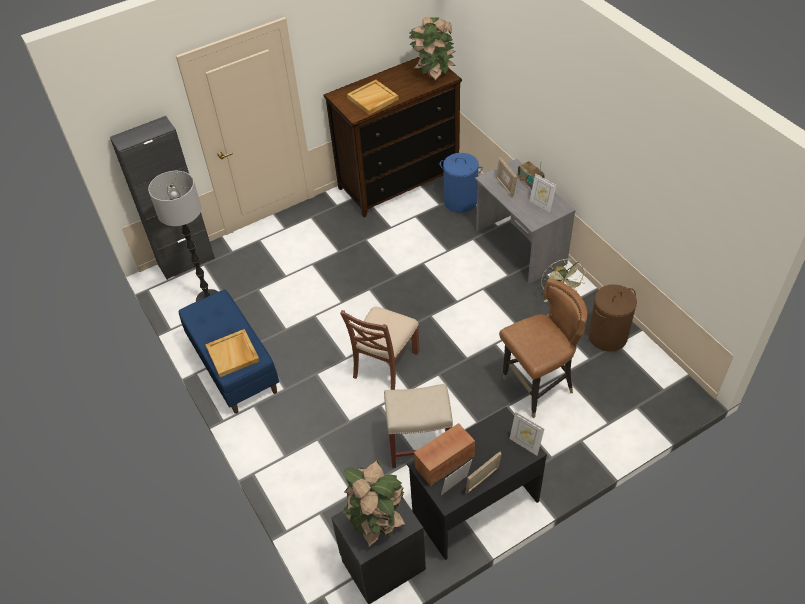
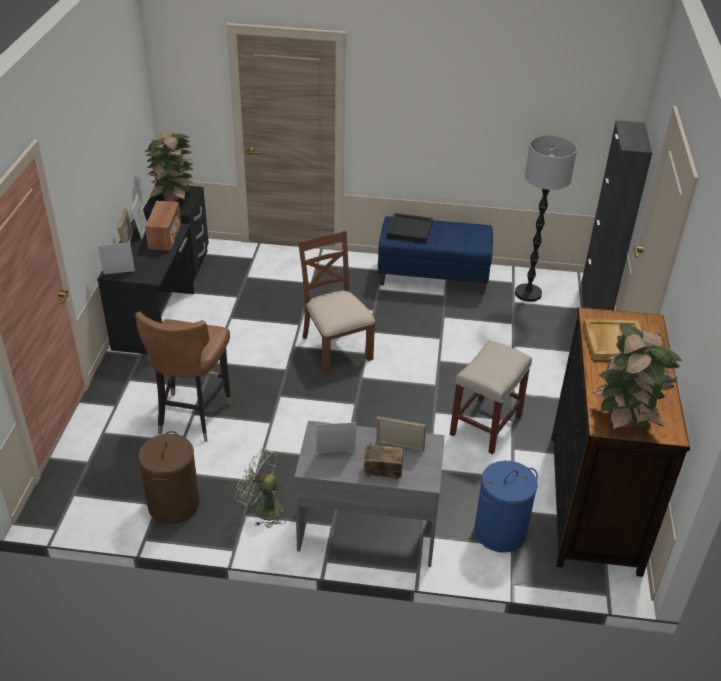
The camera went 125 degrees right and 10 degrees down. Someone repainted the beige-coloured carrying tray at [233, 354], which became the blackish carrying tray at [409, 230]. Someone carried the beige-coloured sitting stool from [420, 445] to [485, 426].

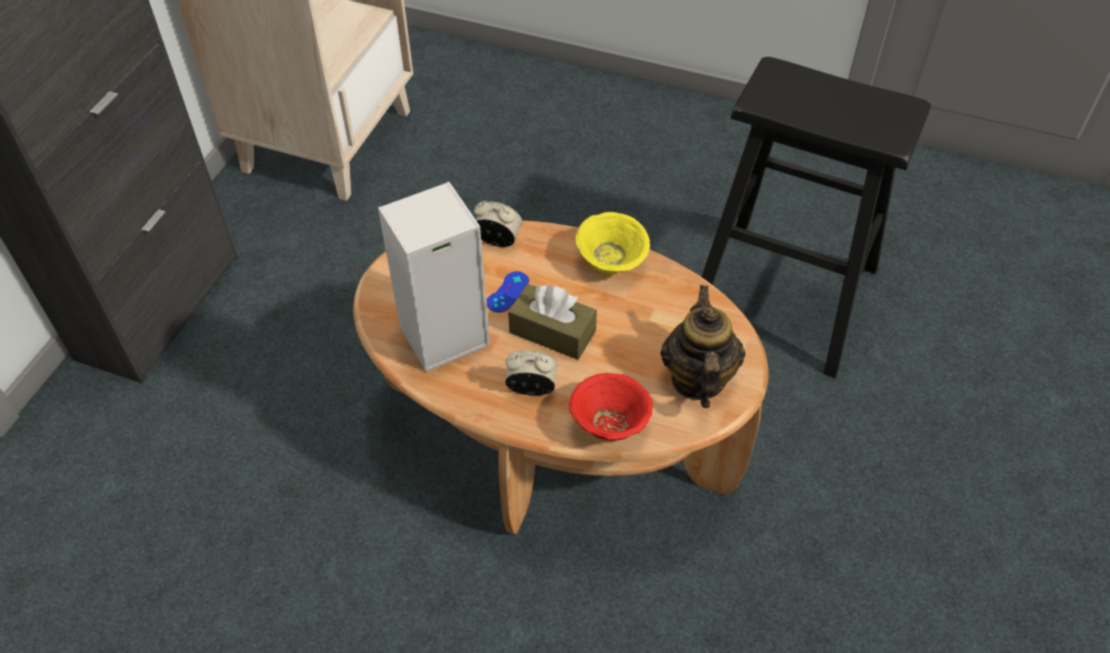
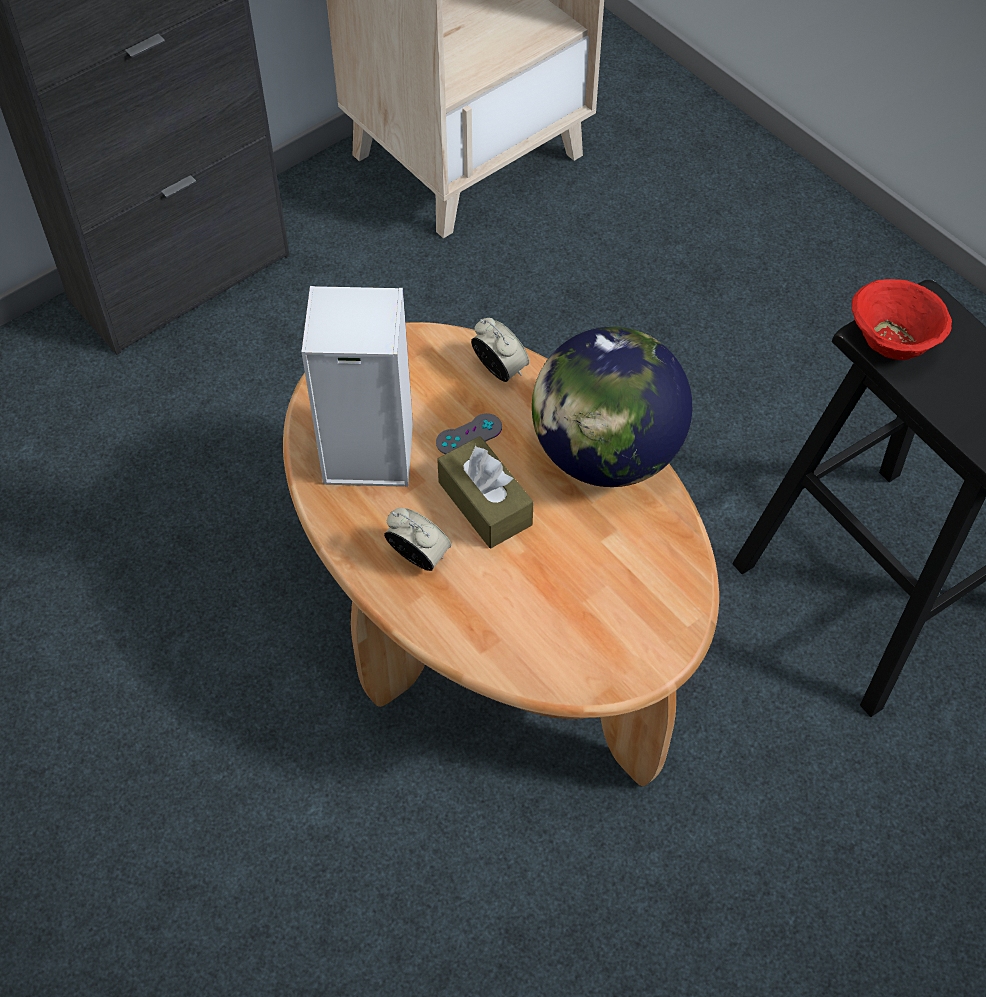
The camera went 30 degrees right and 5 degrees up. Someone swapped the yellow serving bowl at [611, 263] for the desk globe at [607, 453]. Someone repainted the bluish gamepad at [508, 292], which became the gray gamepad at [469, 435]. Someone took away the teapot at [697, 379]. Someone carried the reddish serving bowl from [608, 426] to [890, 344].

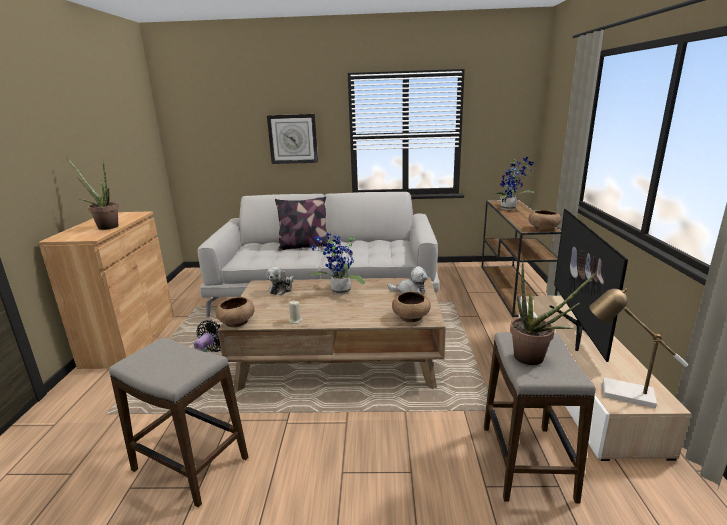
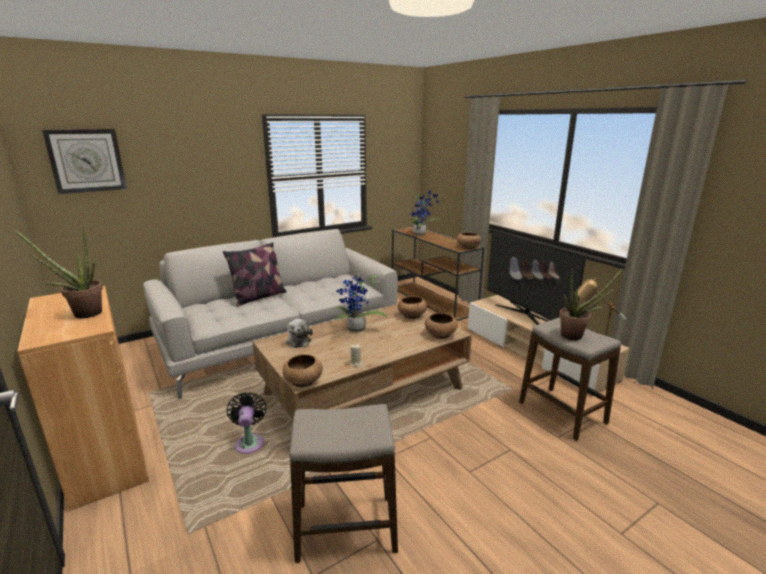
The camera went 35 degrees left and 0 degrees up. Someone carried the wall clock from [293, 139] to [86, 160]. Someone swapped the soft toy at [410, 291] for the brown-coloured serving bowl at [411, 315].

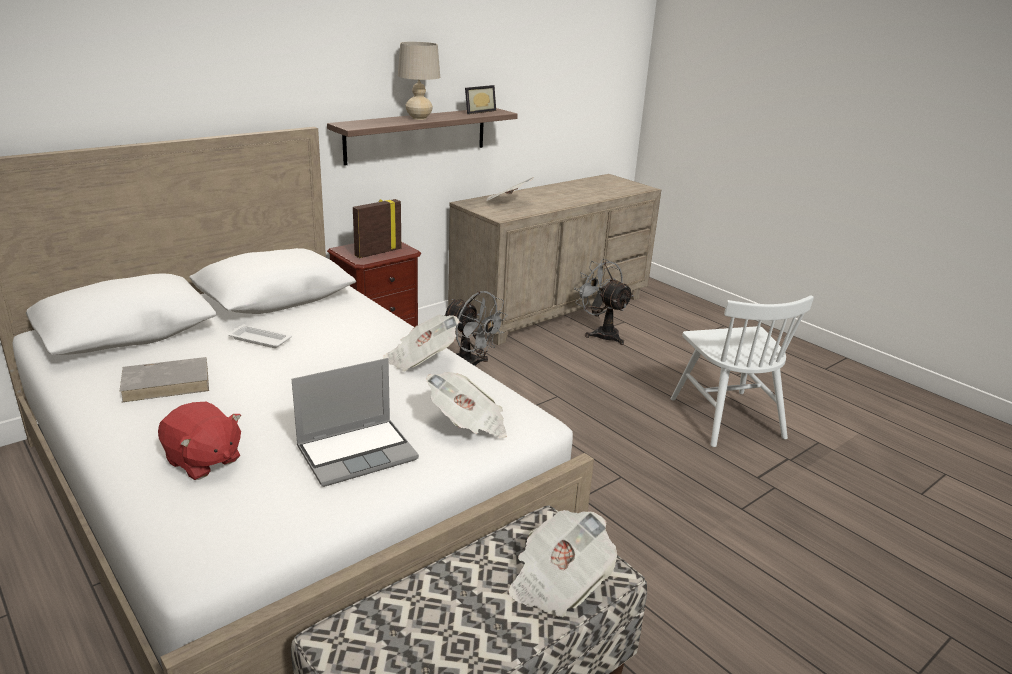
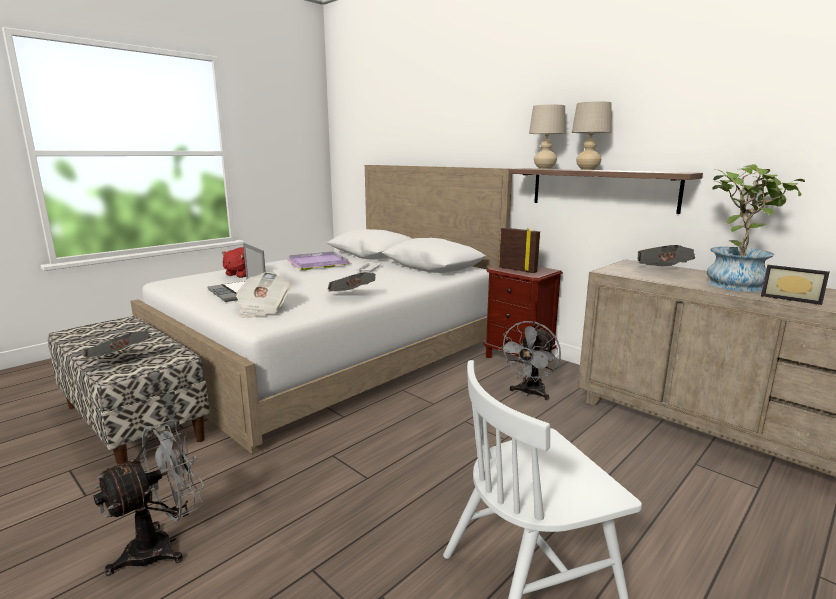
The camera went 85 degrees right and 10 degrees down. Someone carried the picture frame from [477, 111] to [791, 298]. Someone carried the gray fan from [601, 333] to [162, 546]. Someone swapped the gray book at [167, 383] for the purplish carrying tray at [317, 263]. Someone put down the beige-coloured tabletop lamp at [544, 168]. Someone put down the plant in a pot at [736, 283].

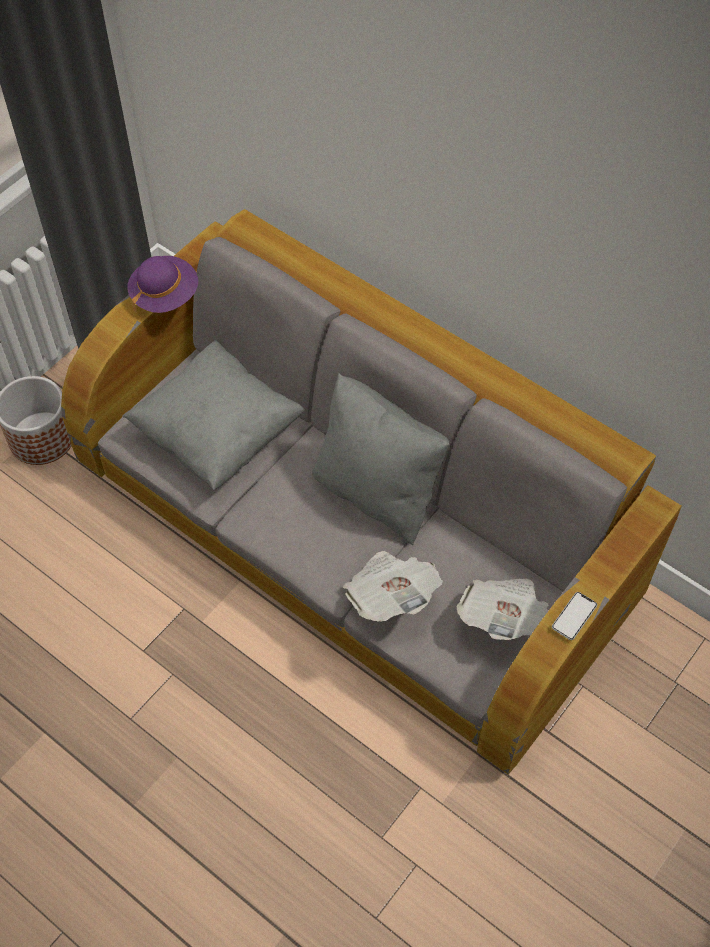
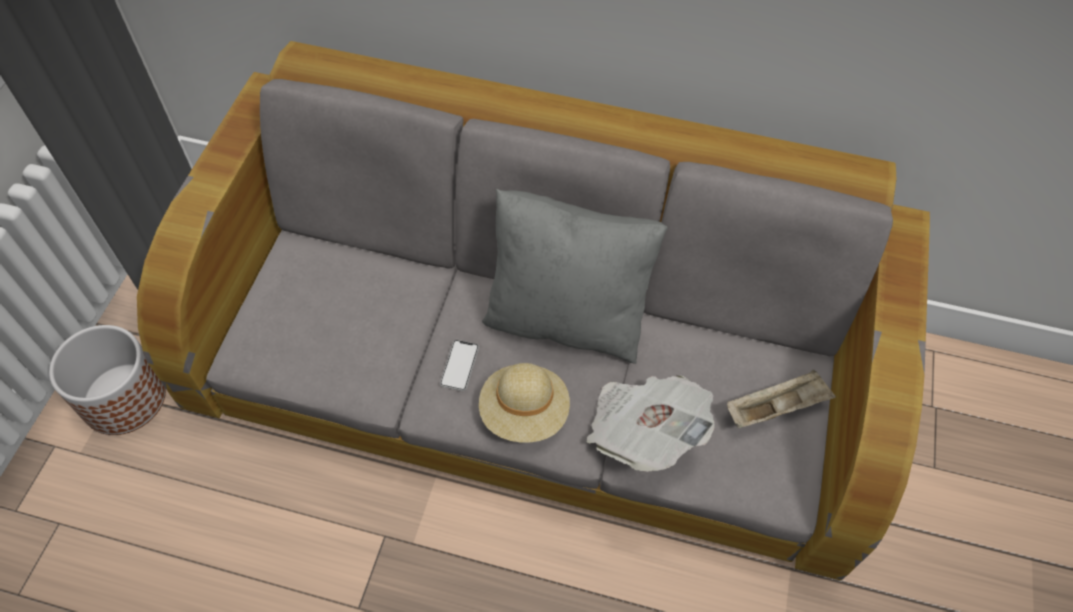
The camera went 25 degrees left and 0 degrees up. Someone took away the purplish hat at [165, 295]. Someone took away the gray cushion at [218, 434]. Someone swapped the printed paper at [504, 618] for the beige-coloured carrying tray at [776, 407]. Someone carried the handset from [574, 616] to [459, 366]. Someone put down the beige-coloured hat at [524, 413].

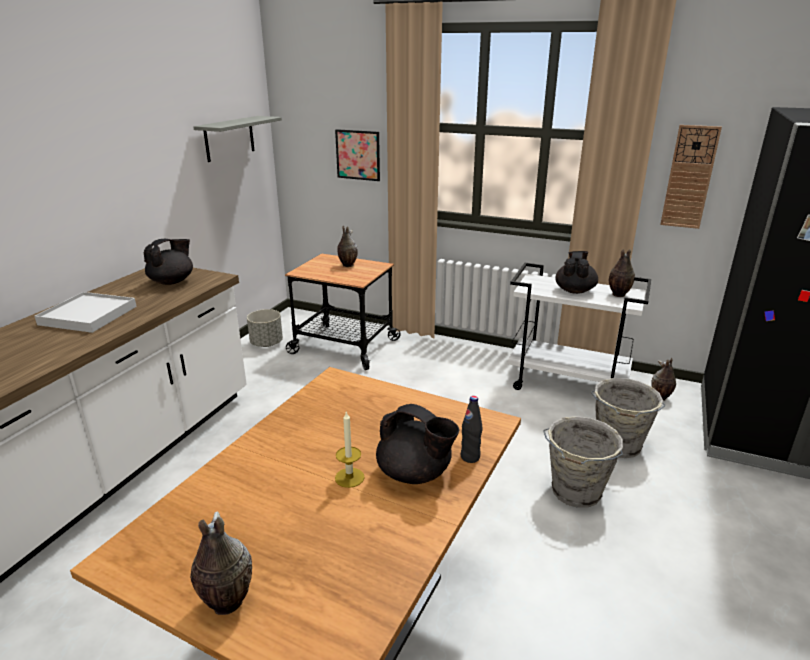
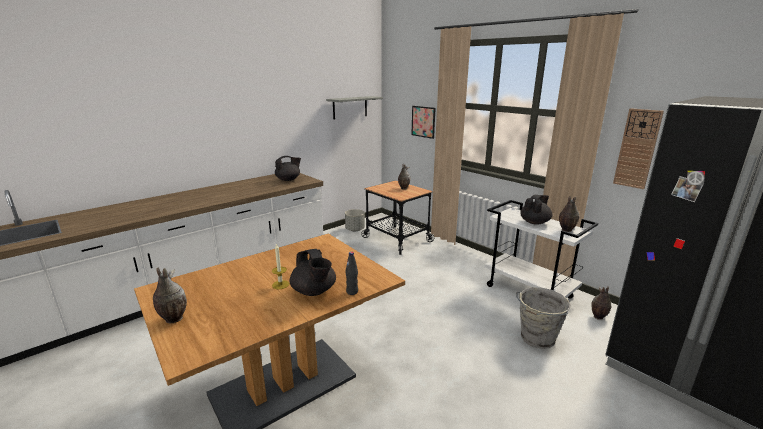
The camera went 25 degrees right and 5 degrees down. Someone took away the white carrying tray at [88, 315]. Someone took away the gray water bucket at [575, 492].

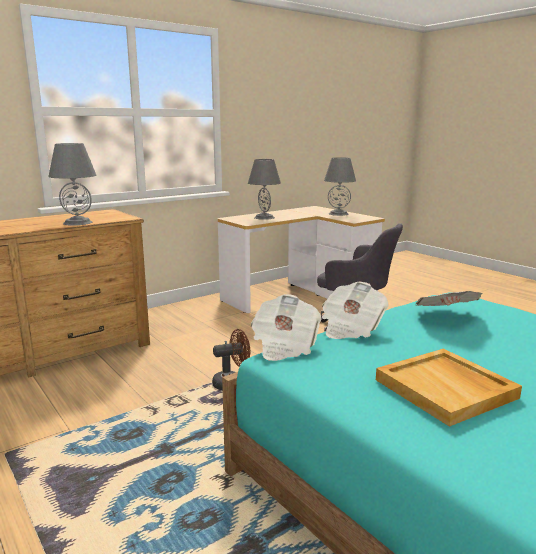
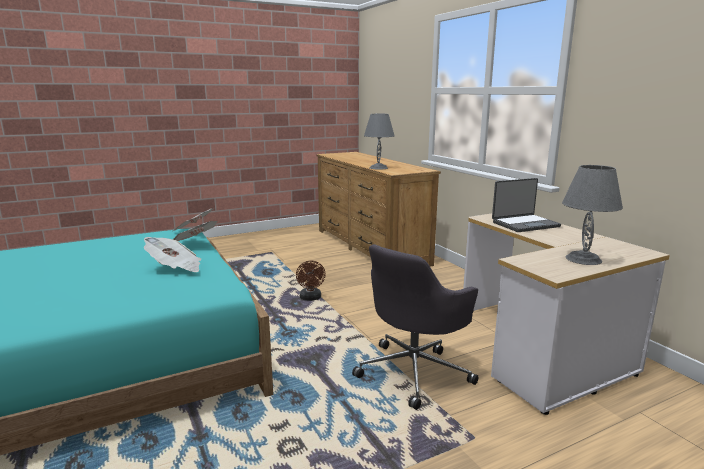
The camera went 100 degrees right and 0 degrees up. Someone swapped the gray tabletop lamp at [264, 217] for the portable computer at [524, 224]. Someone took away the beige-coloured carrying tray at [446, 389].

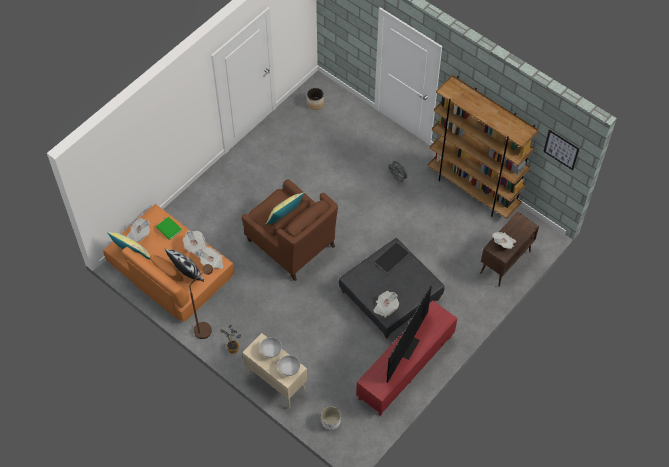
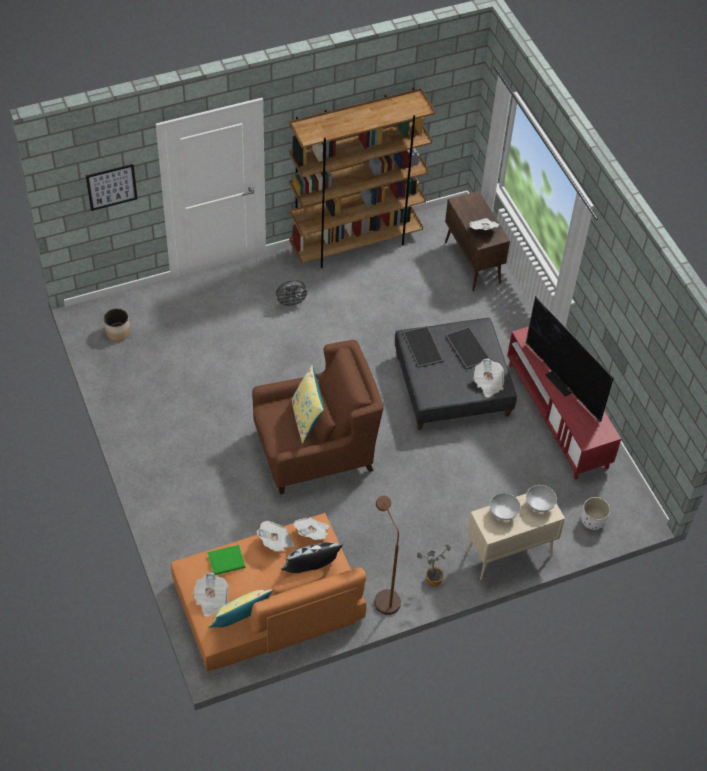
The camera went 65 degrees left and 5 degrees down. Someone carried the wall picture from [561, 149] to [111, 187]. Someone put down the carrying tray at [466, 348].

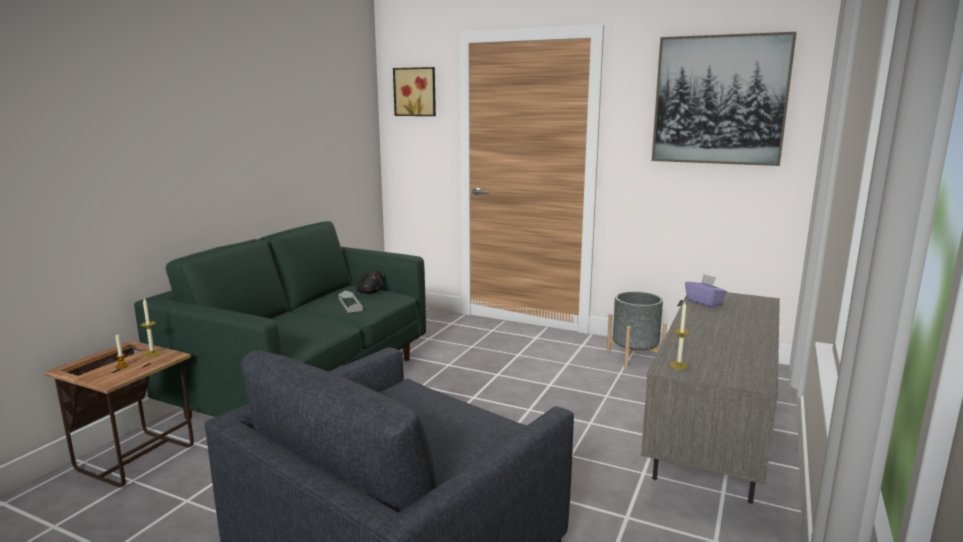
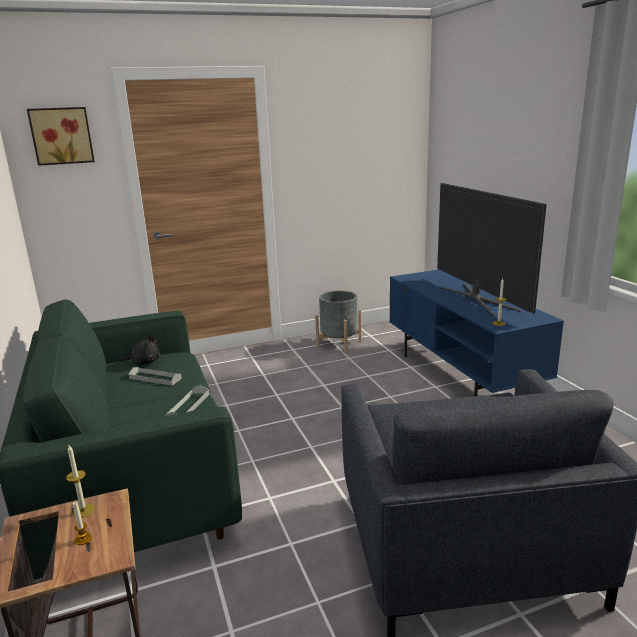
The camera went 45 degrees left and 5 degrees up. Someone took away the wall picture at [719, 100]. Someone took away the purplish tissue holder at [704, 302]. Someone repainted the gray media console at [712, 442], which became the bluish media console at [462, 375]. Someone put down the TV at [478, 298]. Someone put down the gray carrying tray at [188, 406].

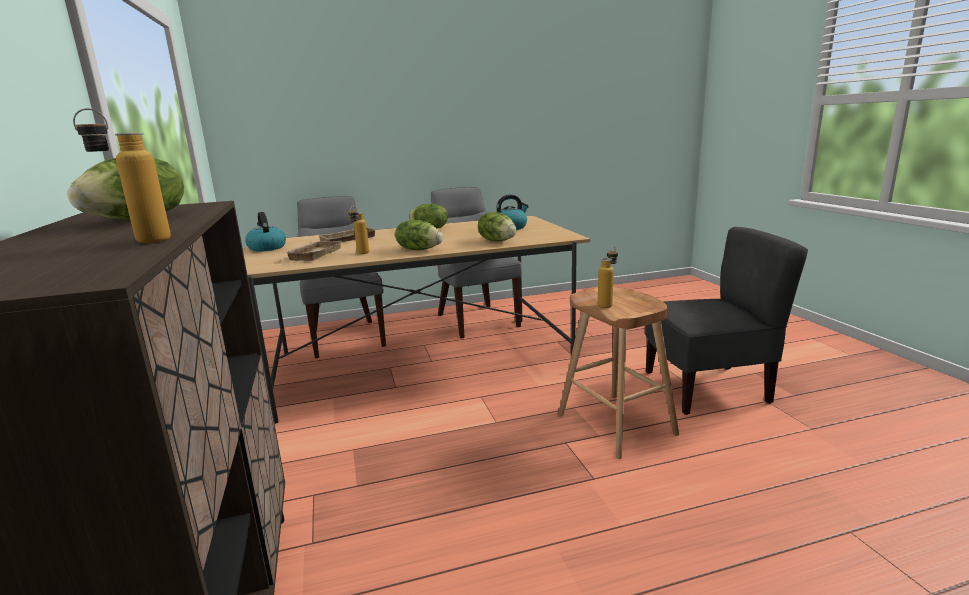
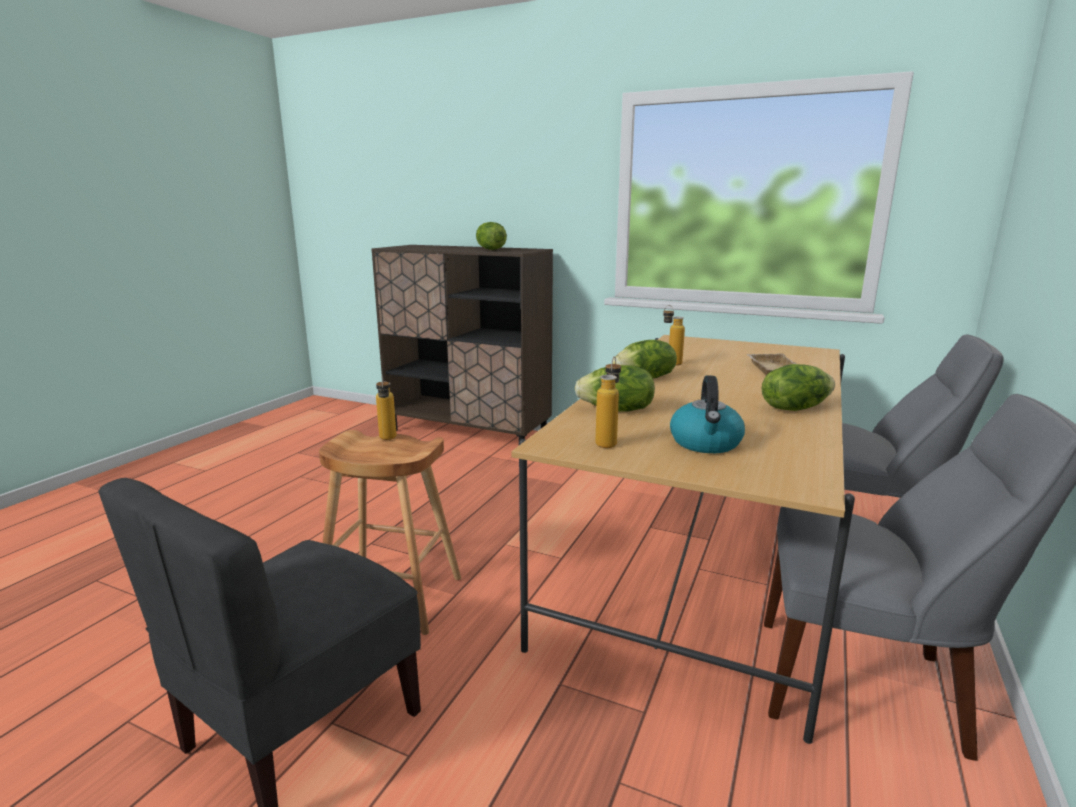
The camera went 130 degrees right and 0 degrees up. Someone carried the bottle from [139, 242] to [608, 441]. Someone took away the tea kettle at [266, 248]. Someone took away the beige-coloured carrying tray at [314, 254].

